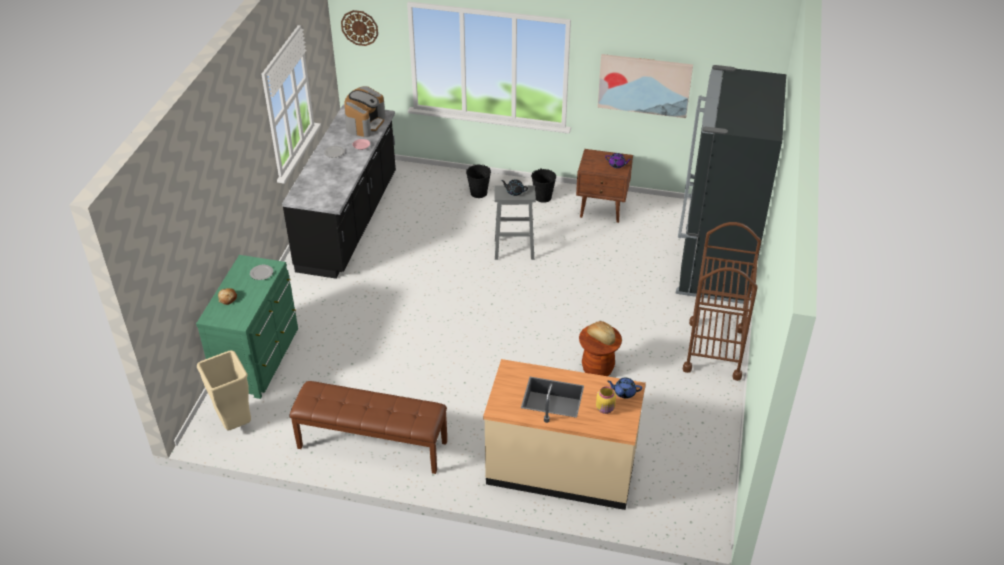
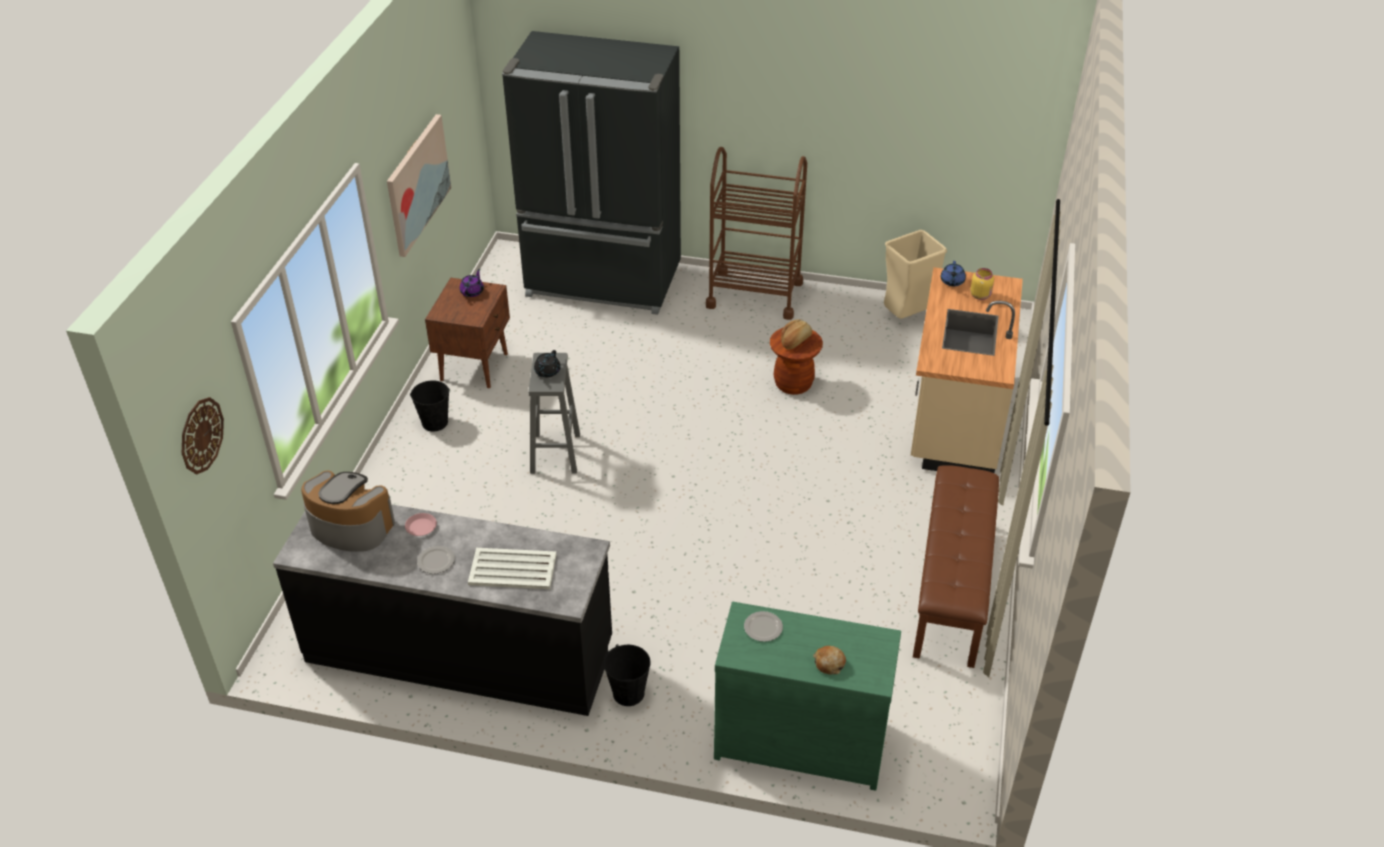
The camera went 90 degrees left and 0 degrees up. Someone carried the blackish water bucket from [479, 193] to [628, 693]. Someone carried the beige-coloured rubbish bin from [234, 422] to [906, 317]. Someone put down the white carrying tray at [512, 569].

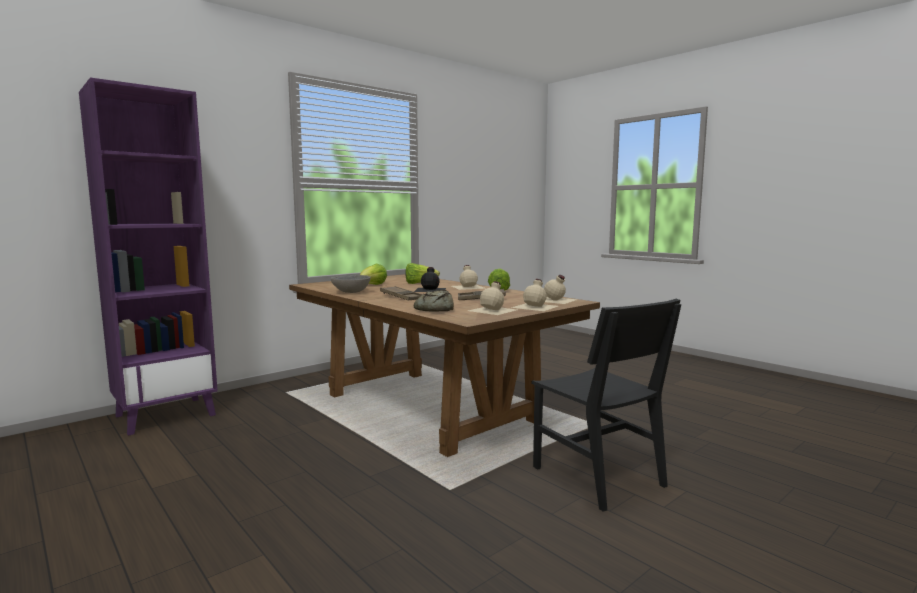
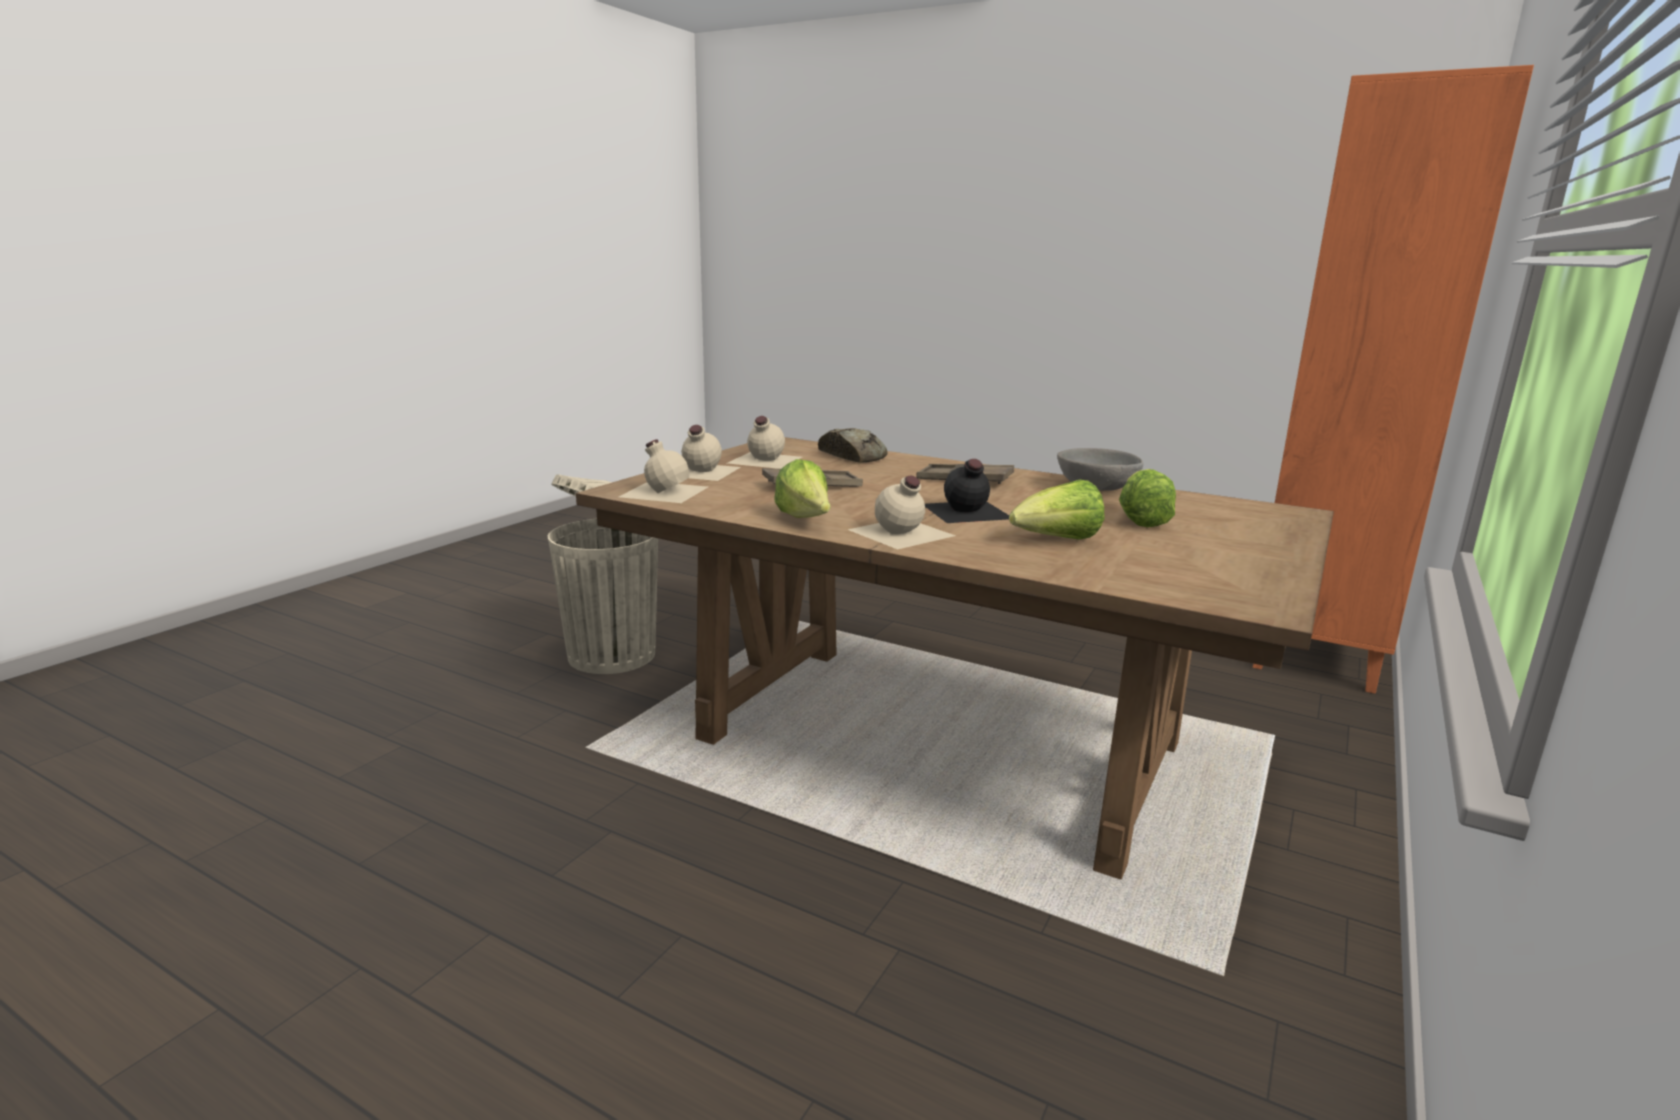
The camera went 160 degrees right and 10 degrees up. Someone repainted the purplish bookcase at [166, 415], which became the orange bookcase at [1317, 657]. Someone swapped the blackish upright chair at [597, 476] for the beige-coloured rubbish bin at [614, 654].

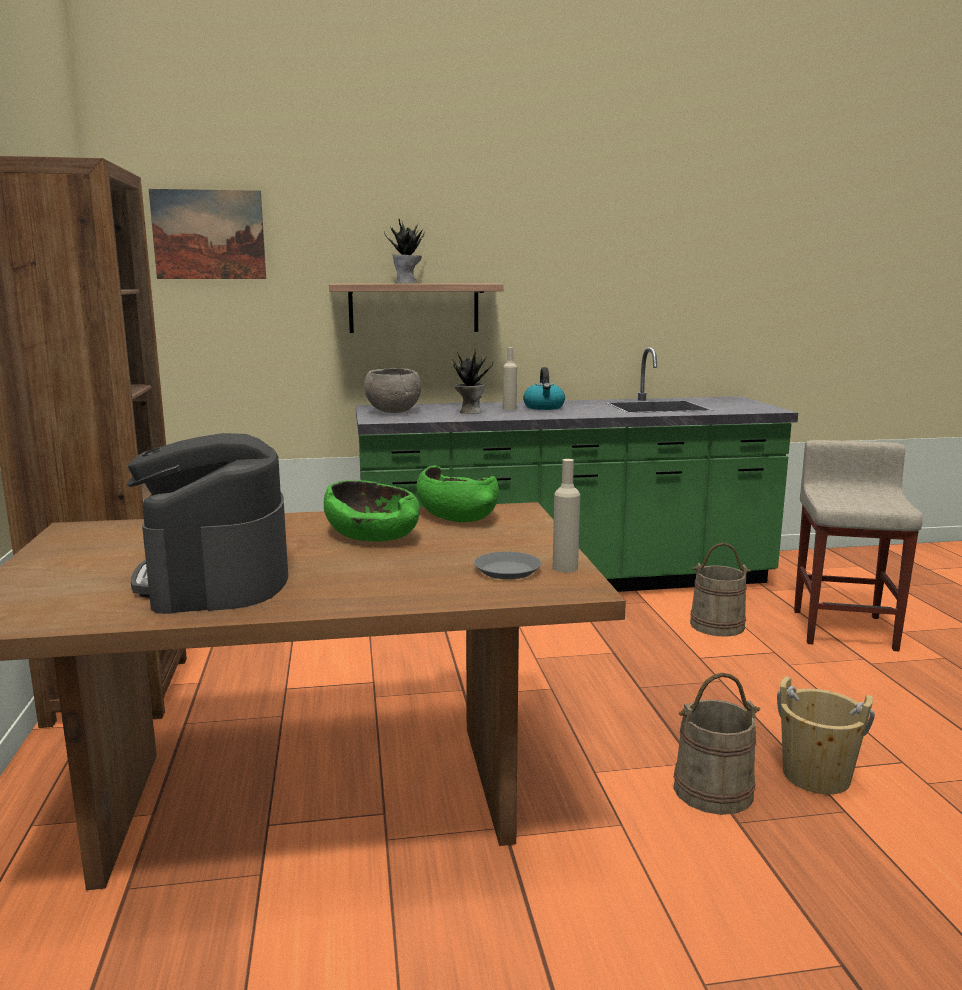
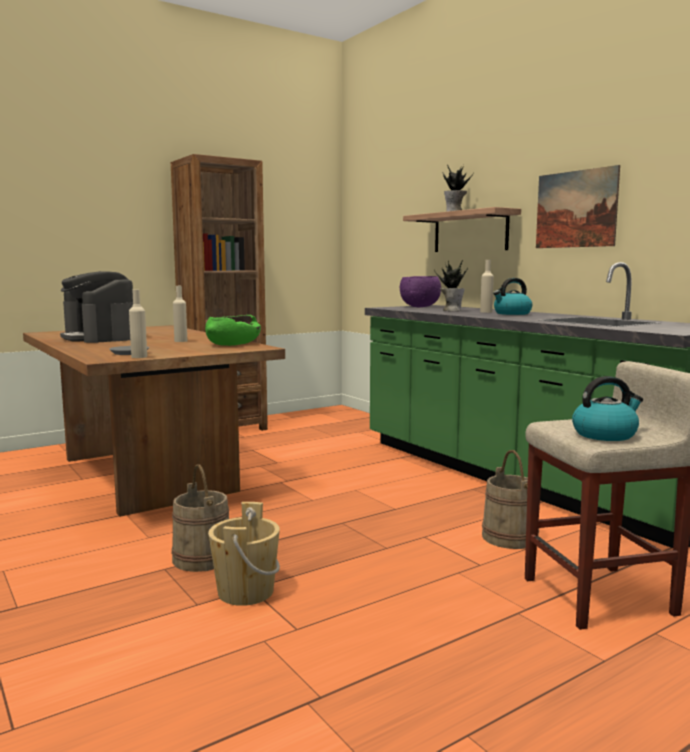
The camera went 65 degrees right and 5 degrees down. Someone carried the wall picture from [209, 235] to [576, 209]. Someone repainted the gray serving bowl at [393, 412], which became the purplish serving bowl at [419, 307]. Someone rotated the coffee machine at [216, 579] by 90 degrees counterclockwise. Someone swapped the green serving bowl at [372, 535] for the beige-coloured bottle at [180, 341]. Someone put down the tea kettle at [605, 434].

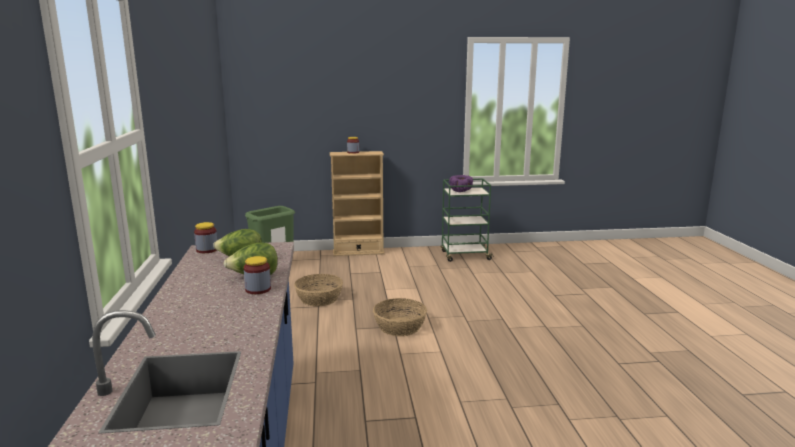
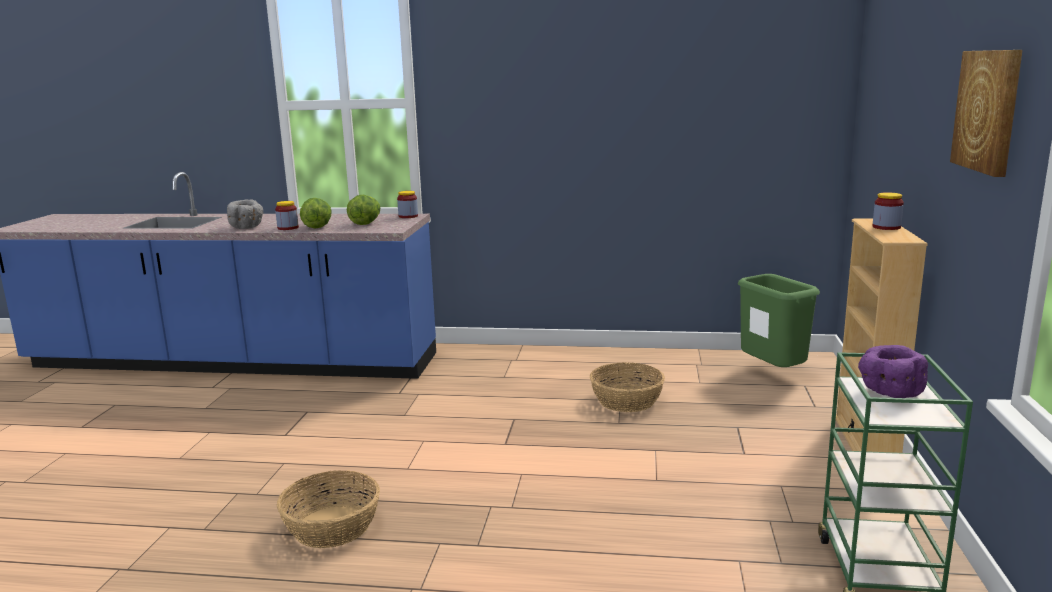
The camera went 105 degrees right and 0 degrees up. Someone carried the basket from [399, 327] to [331, 526]. Someone put up the wall picture at [988, 110]. Someone put down the gray serving bowl at [247, 227].

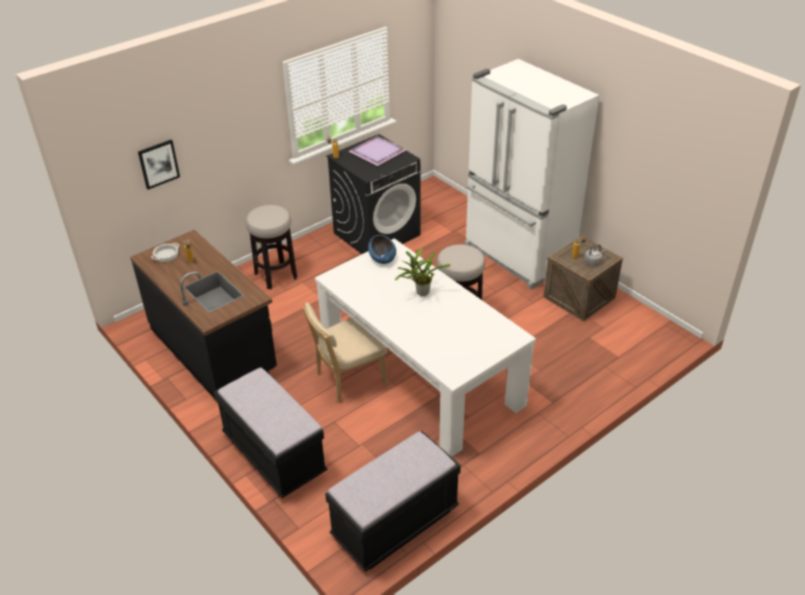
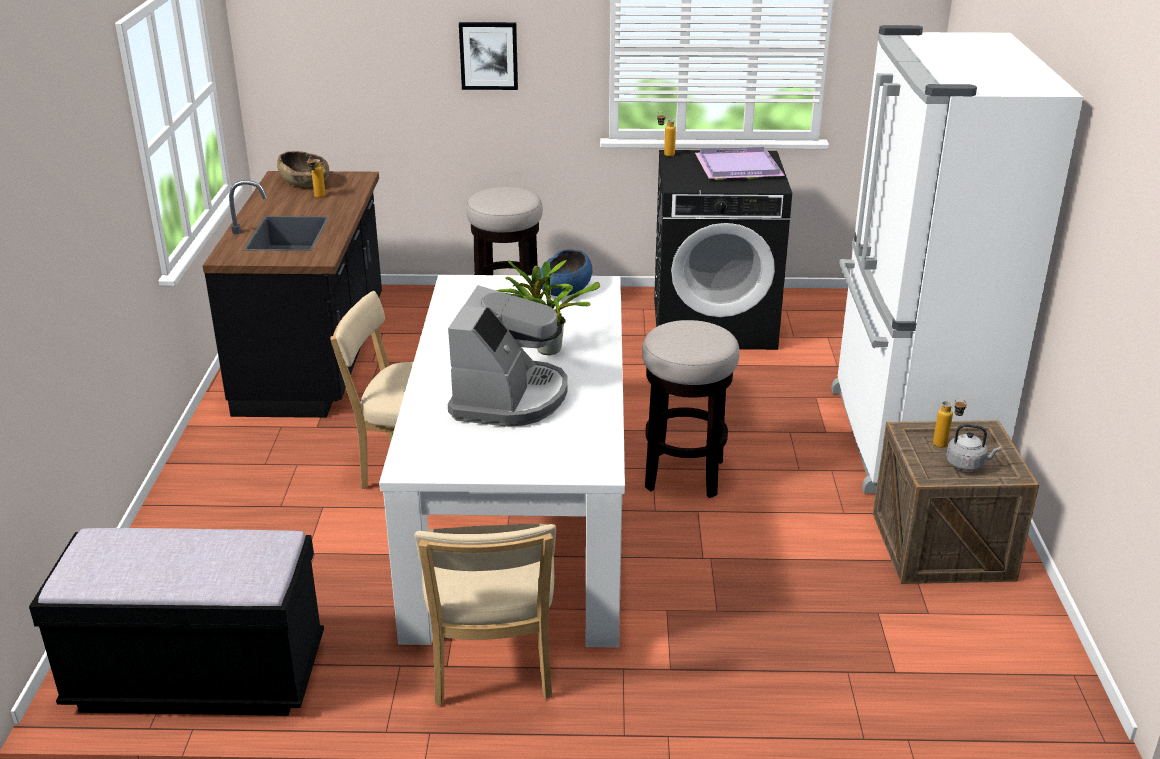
The camera went 40 degrees right and 10 degrees down. Someone carried the wall picture from [158, 164] to [488, 55]. Someone swapped the saucepot at [166, 255] for the brown-coloured serving bowl at [305, 182]. Someone took away the blackish indoor bench at [274, 455]. Someone put down the coffee machine at [509, 398]. Someone put down the beige-coloured upright chair at [492, 665].

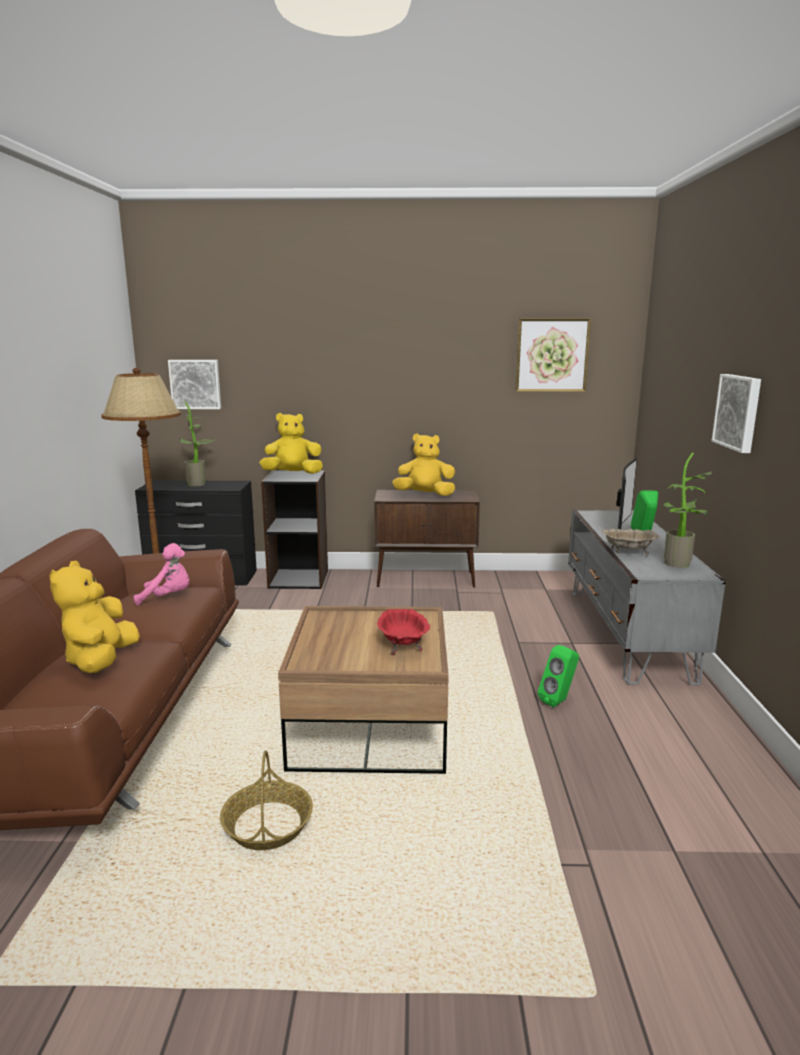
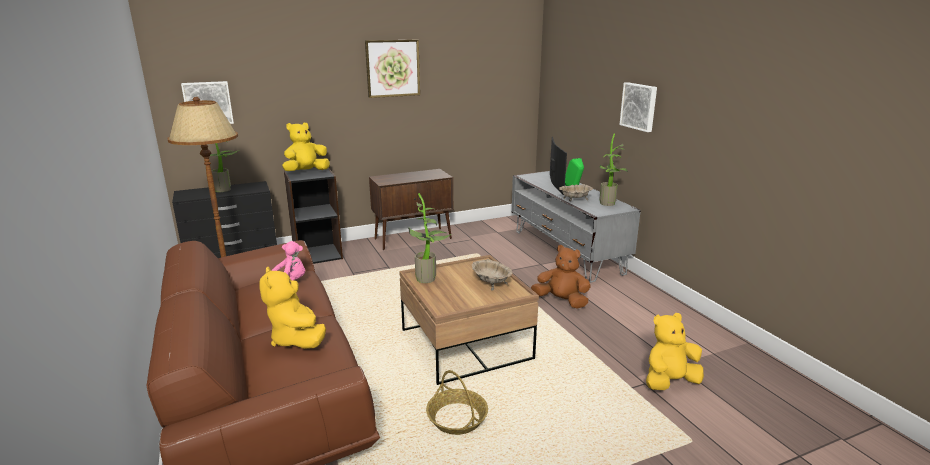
The camera went 25 degrees left and 5 degrees up. Someone carried the wall picture from [552, 355] to [393, 68]. Someone carried the yellow soft toy from [425, 495] to [669, 382]. Someone repainted the reddish serving bowl at [402, 645], which became the beige-coloured serving bowl at [491, 283]. Someone swapped the green speaker at [559, 701] for the brown-coloured soft toy at [561, 301]. Someone put down the plant in a pot at [429, 278].

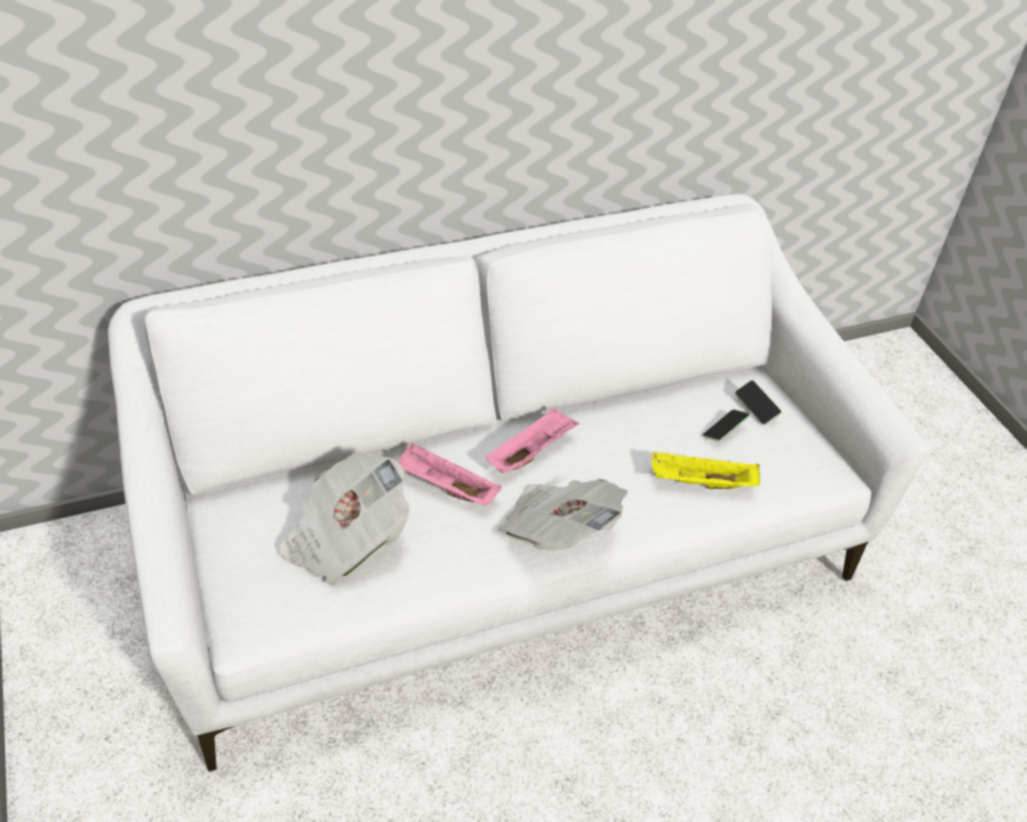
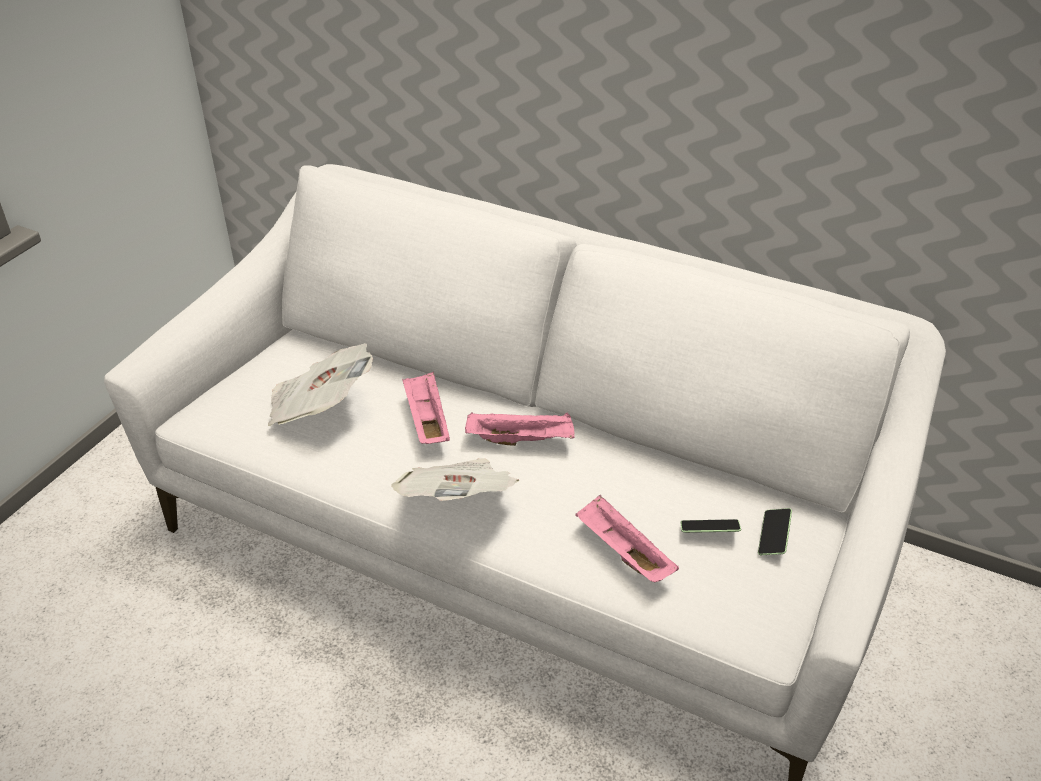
The camera went 50 degrees right and 5 degrees down. Someone repainted the yellow carrying tray at [700, 483], which became the pink carrying tray at [622, 553].

